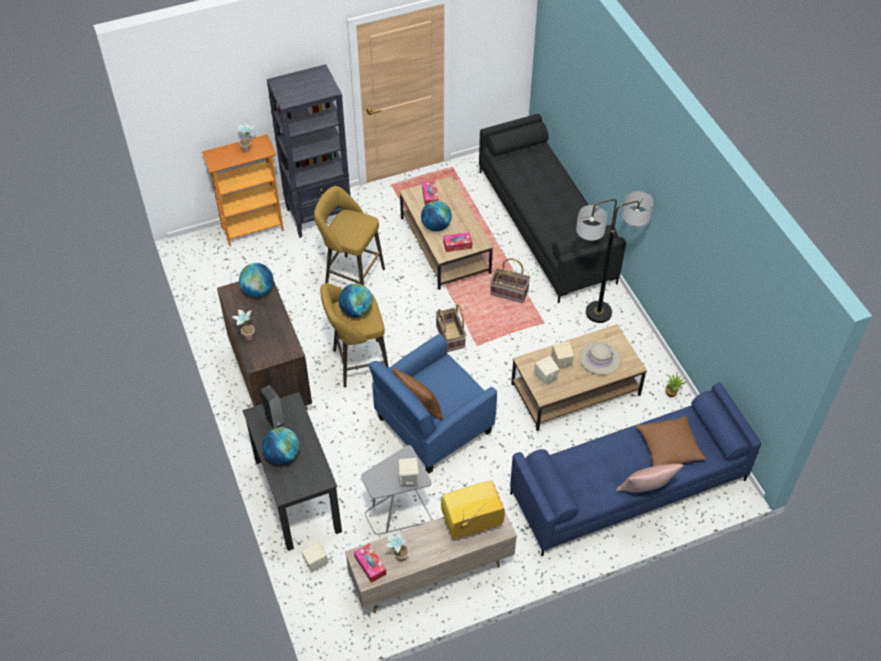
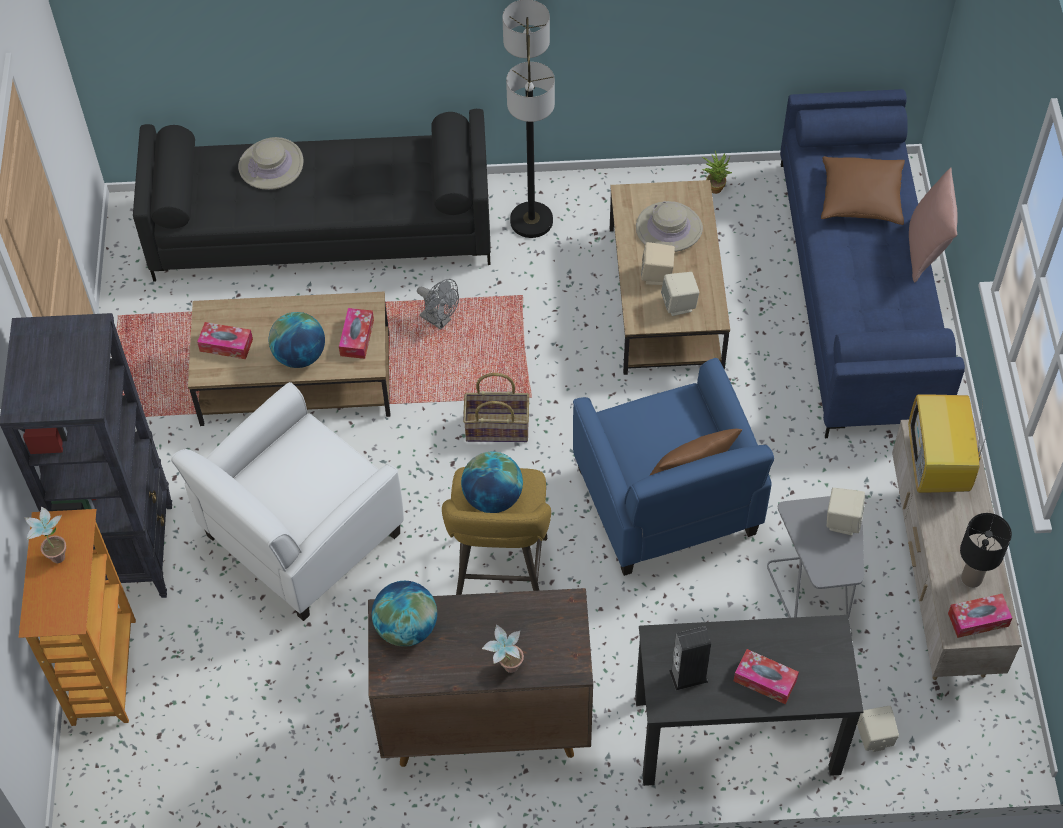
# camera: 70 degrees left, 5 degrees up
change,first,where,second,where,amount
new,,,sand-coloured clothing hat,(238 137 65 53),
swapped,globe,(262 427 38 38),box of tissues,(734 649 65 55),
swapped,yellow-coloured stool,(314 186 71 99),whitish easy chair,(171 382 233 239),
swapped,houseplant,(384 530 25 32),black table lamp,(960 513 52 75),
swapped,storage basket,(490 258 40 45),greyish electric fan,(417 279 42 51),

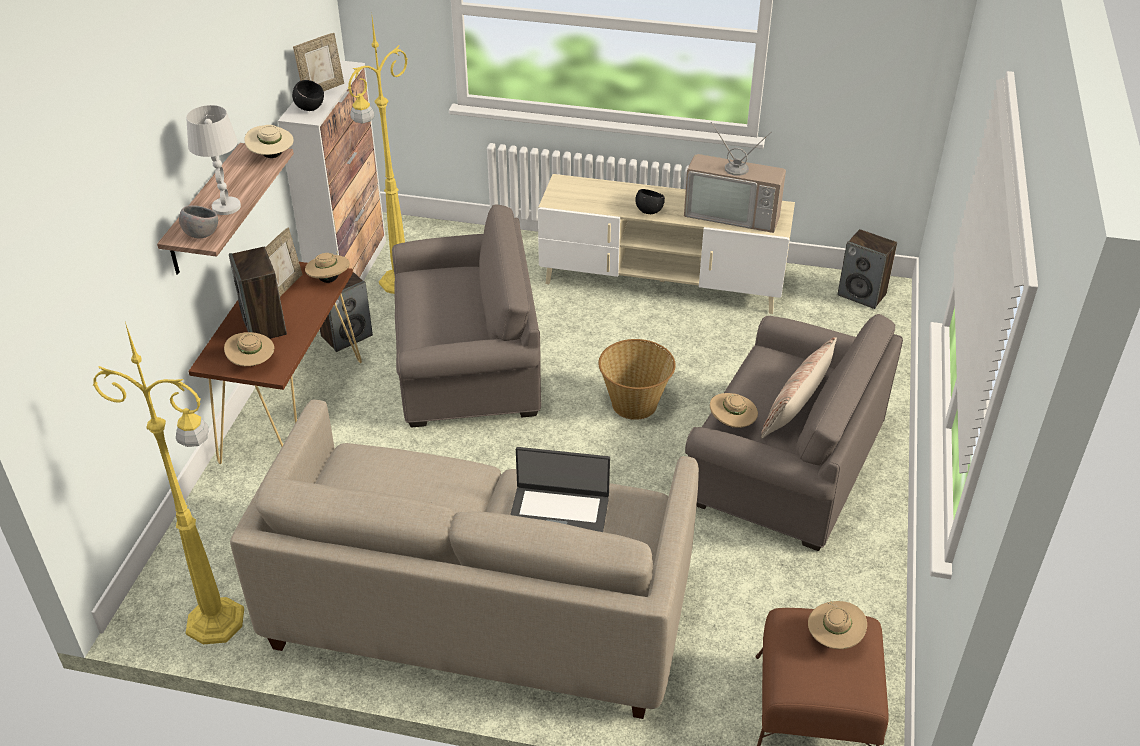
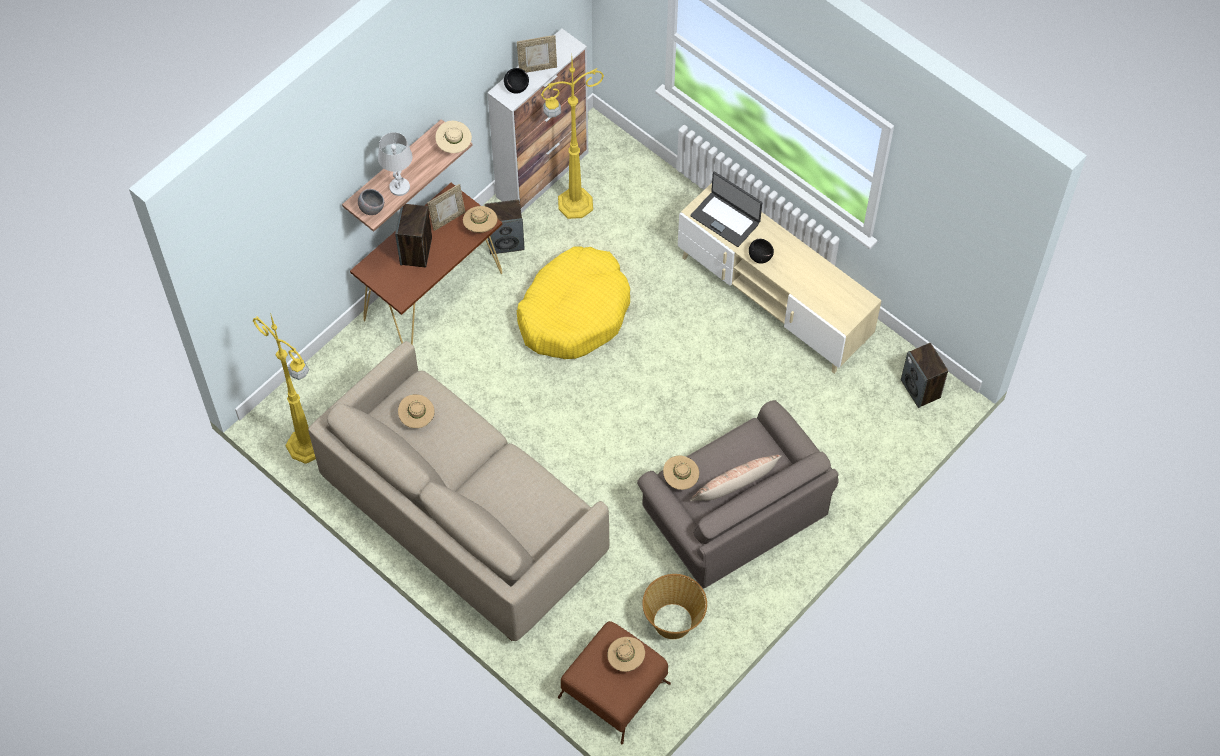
# camera: 30 degrees right, 20 degrees up
change,first,where,second,where,amount
gone,TV,(684 122 102 111),,,
shifted,sand-coloured clothing hat,(224 332 50 34),,(398 394 36 34),
shifted,notebook computer,(510 447 100 85),,(690 172 72 75),
shifted,storage basket,(598 339 78 81),,(642 574 65 65),
swapped,greyish easy chair,(392 204 149 223),yellow-coloured pet bed,(517 246 113 113),

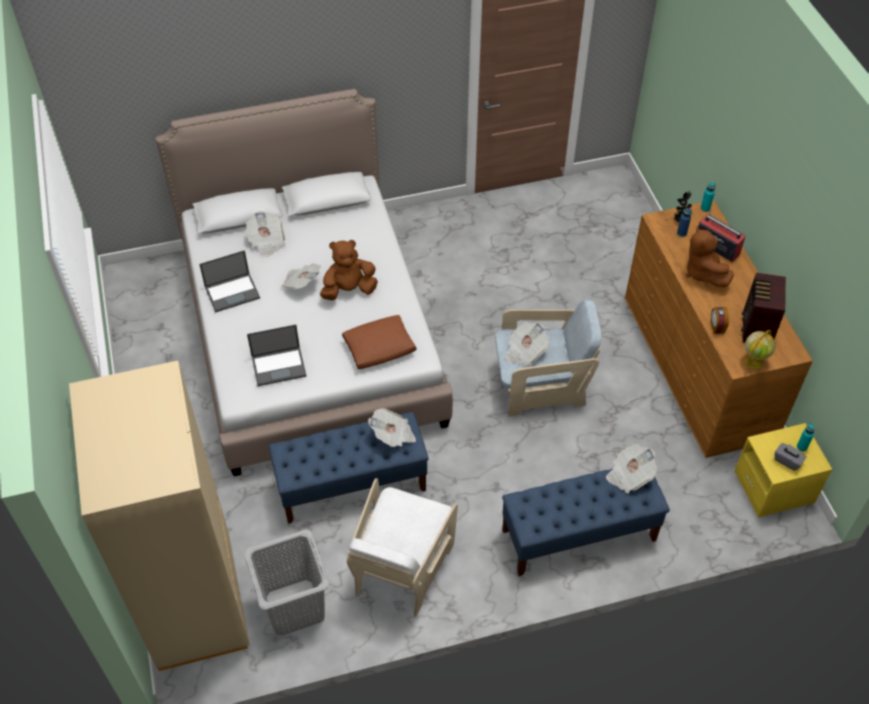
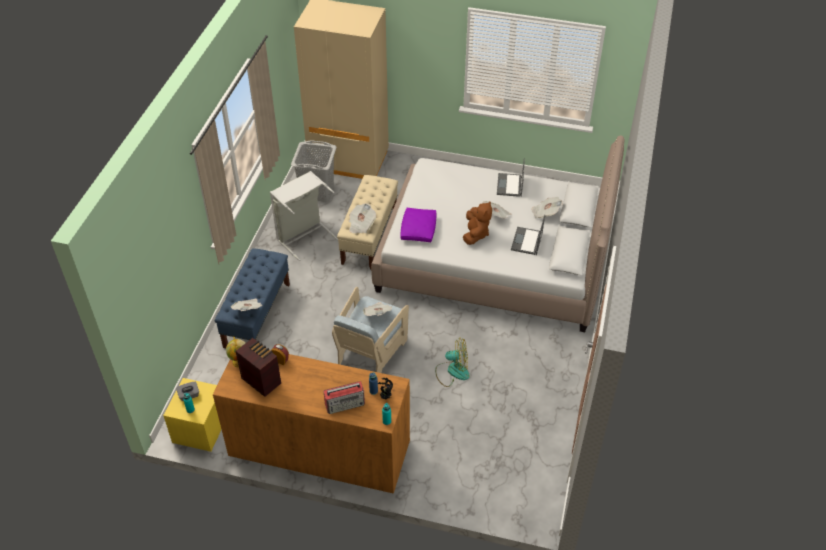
# camera: 120 degrees right, 5 degrees down
change,first,where,second,where,amount
gone,brown-coloured soft toy,(686 226 48 61),,,
new,,,electric fan,(435 338 35 49),
shifted,notebook computer,(247 324 60 62),,(511 215 34 40),
swapped,whitish easy chair,(347 478 111 139),greyish laundry basket,(270 171 68 90),
repainted,bluish long seat,(269 412 160 112),sand-coloured long seat,(337 175 61 95),
repainted,brown-coloured pillow,(342 315 74 54),purple pillow,(401 208 35 34),

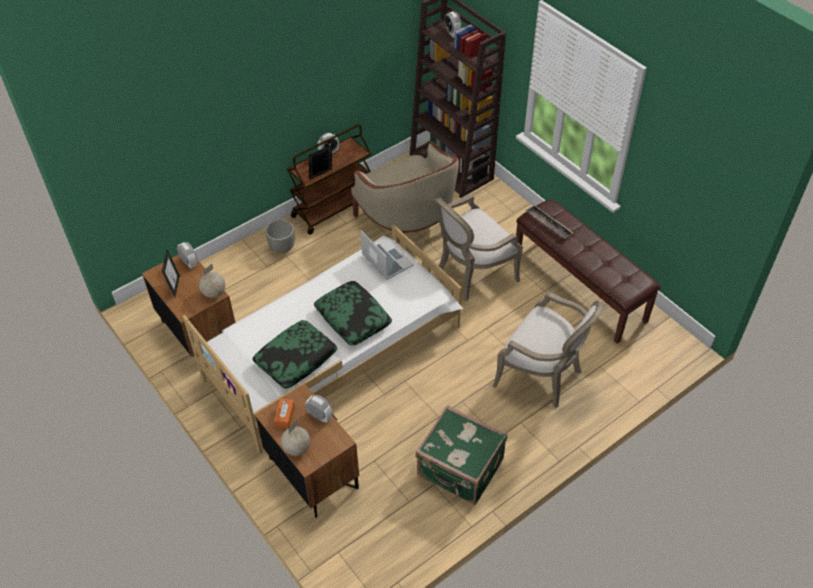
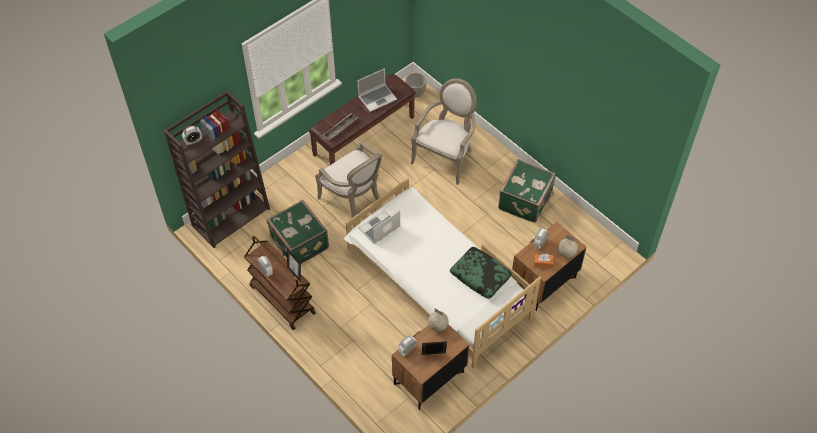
# camera: 95 degrees left, 5 degrees up
change,first,where,second,where,amount
gone,pillow,(314 281 78 65),,,
new,,,notebook computer,(357 68 40 44),
shifted,greyish planter,(265 220 30 33),,(405 73 22 25),
swapped,sand-coloured easy chair,(351 141 108 102),green travel case,(267 200 62 64),

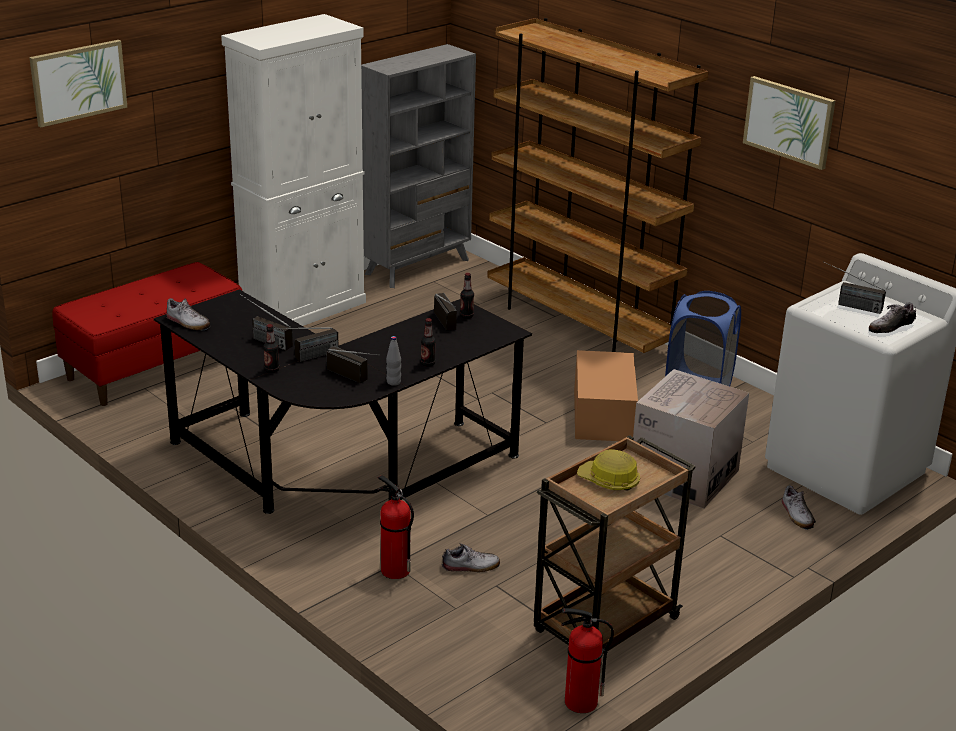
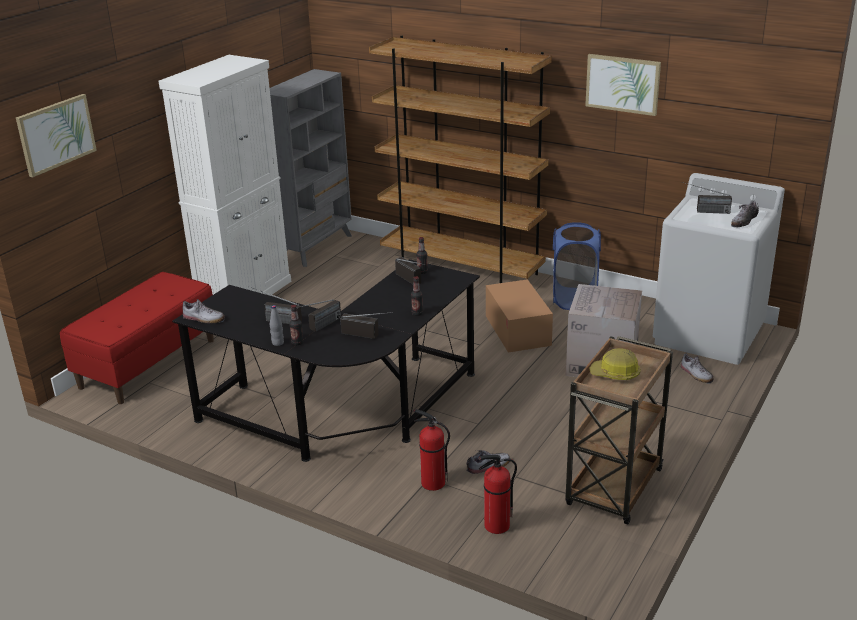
# camera: 15 degrees left, 0 degrees up
change,first,where,second,where,amount
shifted,greyish bottle,(386 336 15 50),,(270 305 14 41),
shifted,fire-fighting cylinder,(561 608 53 105),,(478 455 39 79),

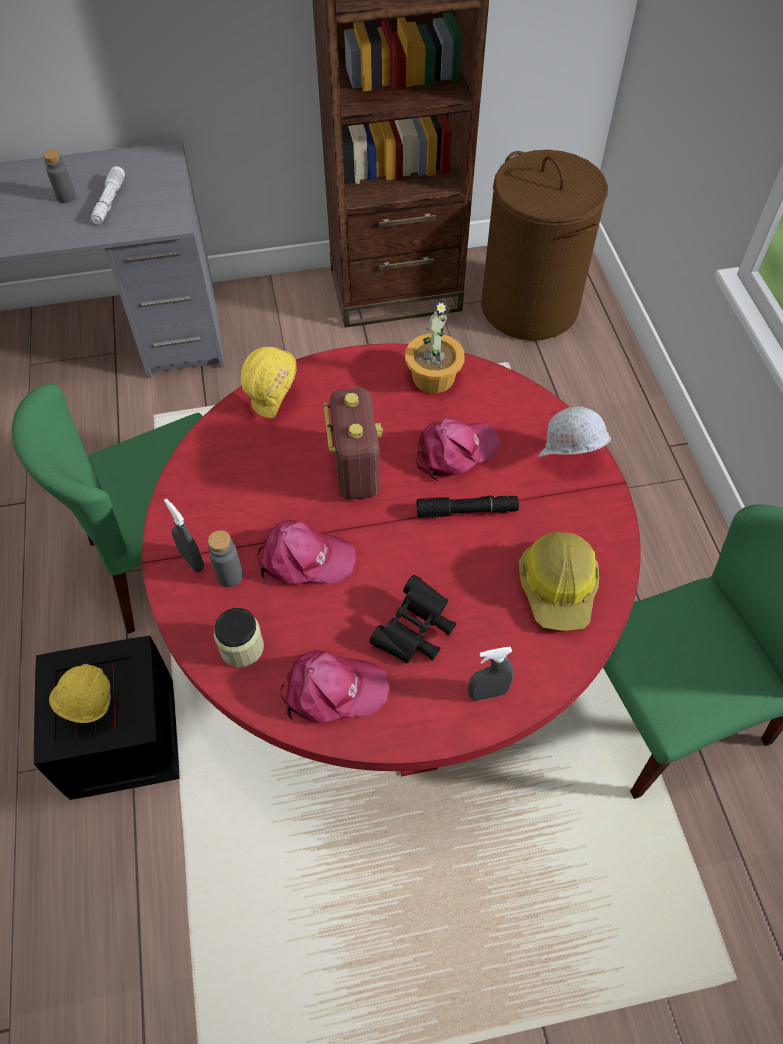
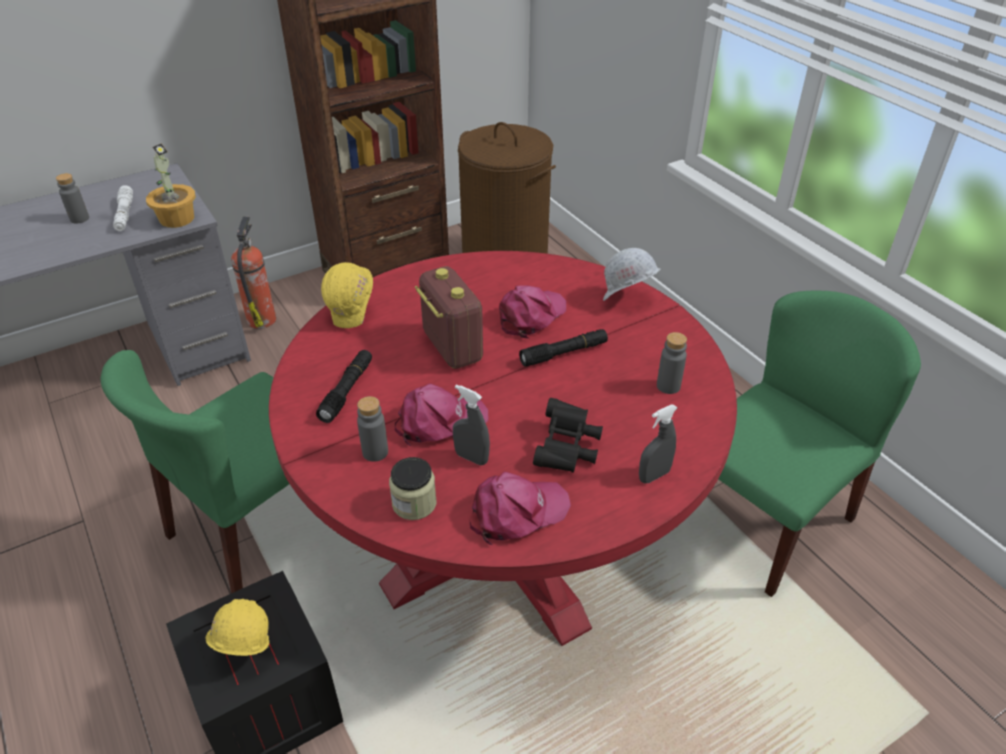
# camera: 20 degrees left, 15 degrees down
change,first,where,second,where,amount
new,,,fire-fighting cylinder,(231 217 45 112),
new,,,black torch,(316 350 56 73),
shifted,greyish hand sprayer,(164 499 40 73),,(453 385 37 80),
shifted,houseplant,(405 299 59 94),,(146 144 50 84),
swapped,work helmet,(519 532 80 99),greyish bottle,(657 332 30 62),

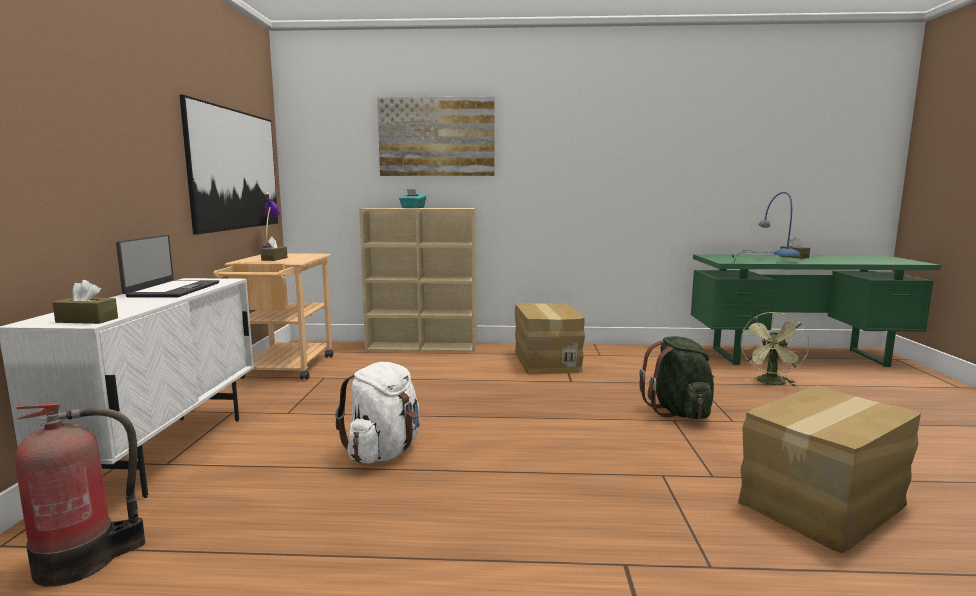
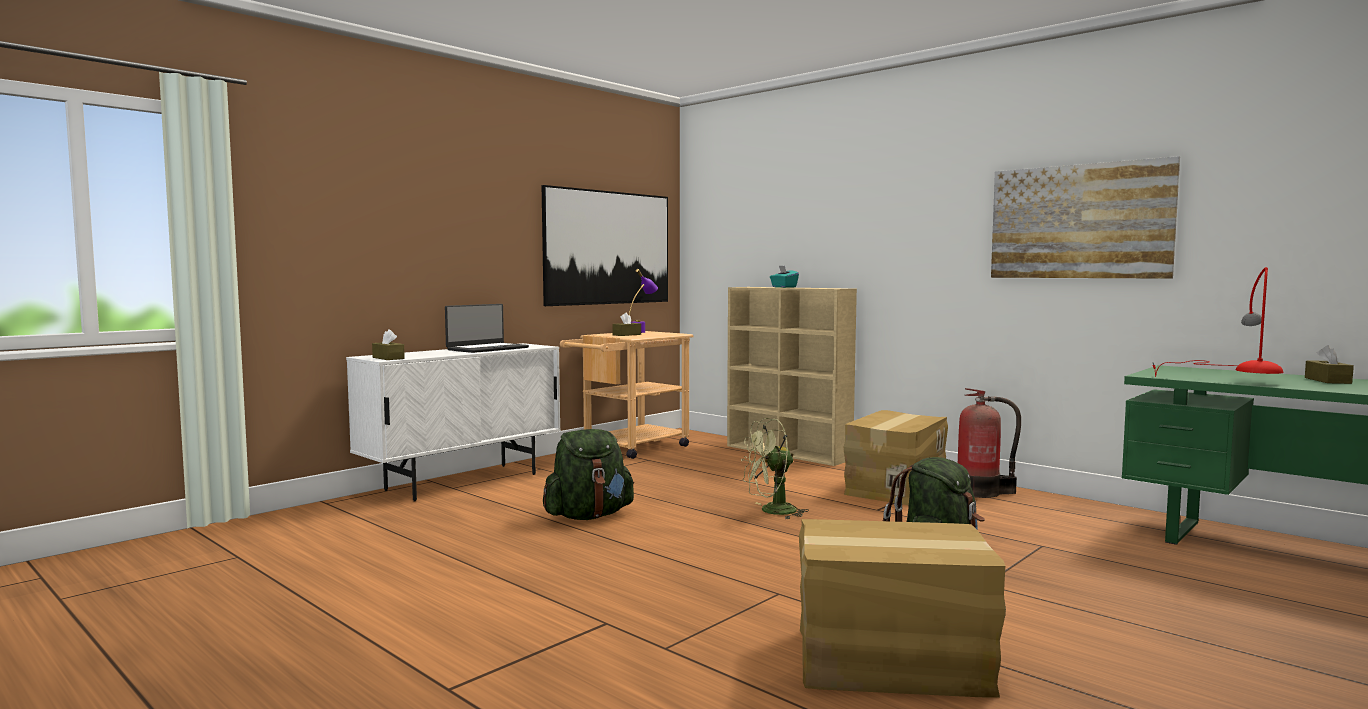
# camera: 40 degrees right, 5 degrees down
change,first,where,second,where,amount
shifted,fire-fighting cylinder,(15 403 130 184),,(958 388 63 110),
shifted,wall art,(377 97 118 79),,(991 156 189 123),
shifted,green electric fan,(740 312 69 75),,(741 418 68 101),
repainted,whitish rucksack,(335 362 85 102),green rucksack,(543 429 91 91),
repainted,bluish table lamp,(732 192 68 71),red-coloured table lamp,(1152 267 132 110),

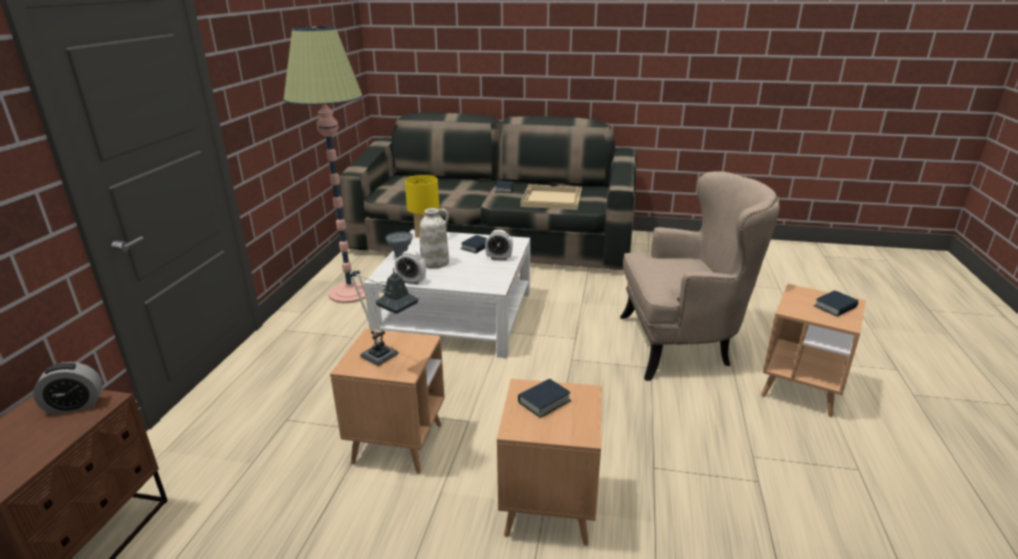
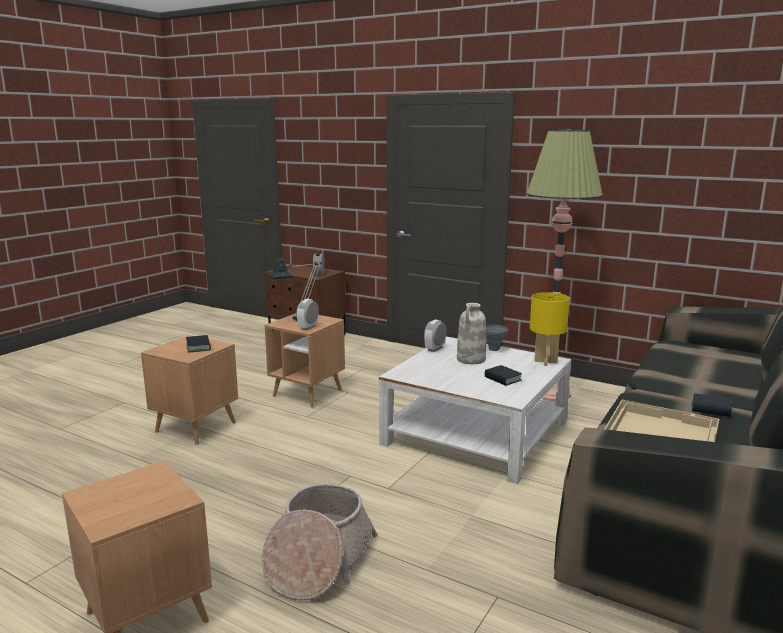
# camera: 110 degrees right, 10 degrees down
change,first,where,second,where,amount
gone,volume,(814 291 44 26),,,
shifted,alarm clock,(485 230 28 30),,(296 299 23 31),
swapped,sand-coloured easy chair,(620 171 160 210),storage basket,(262 484 116 117),

